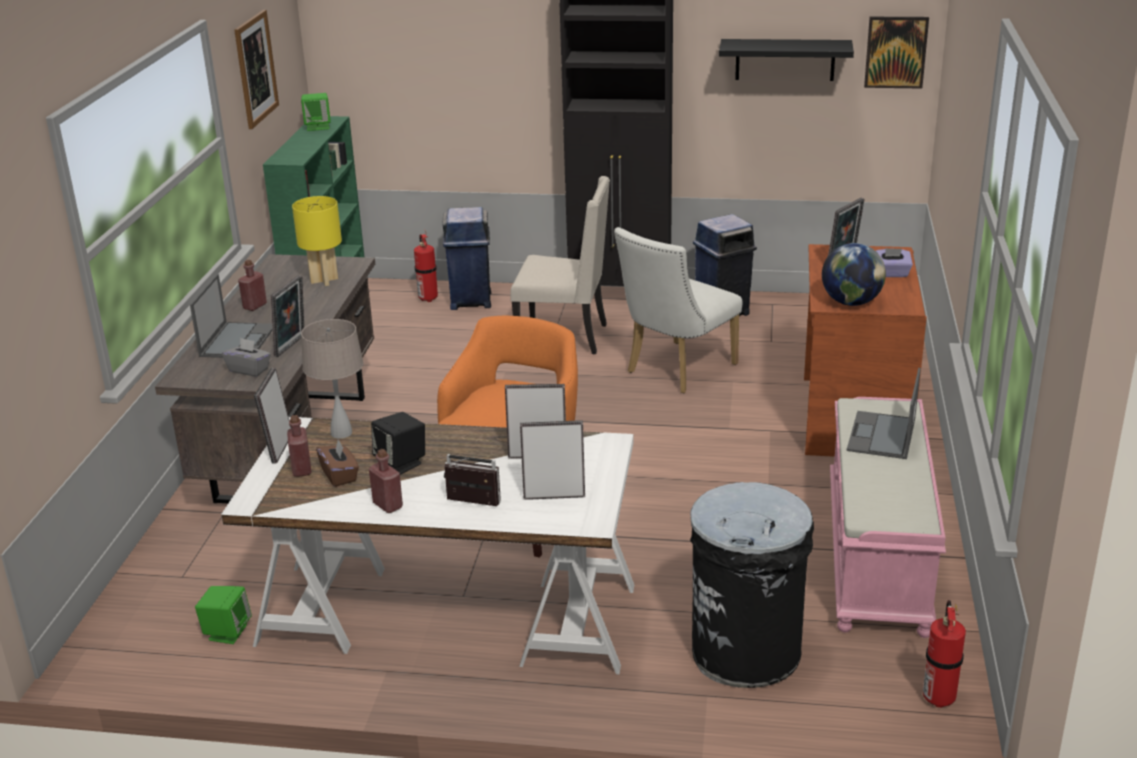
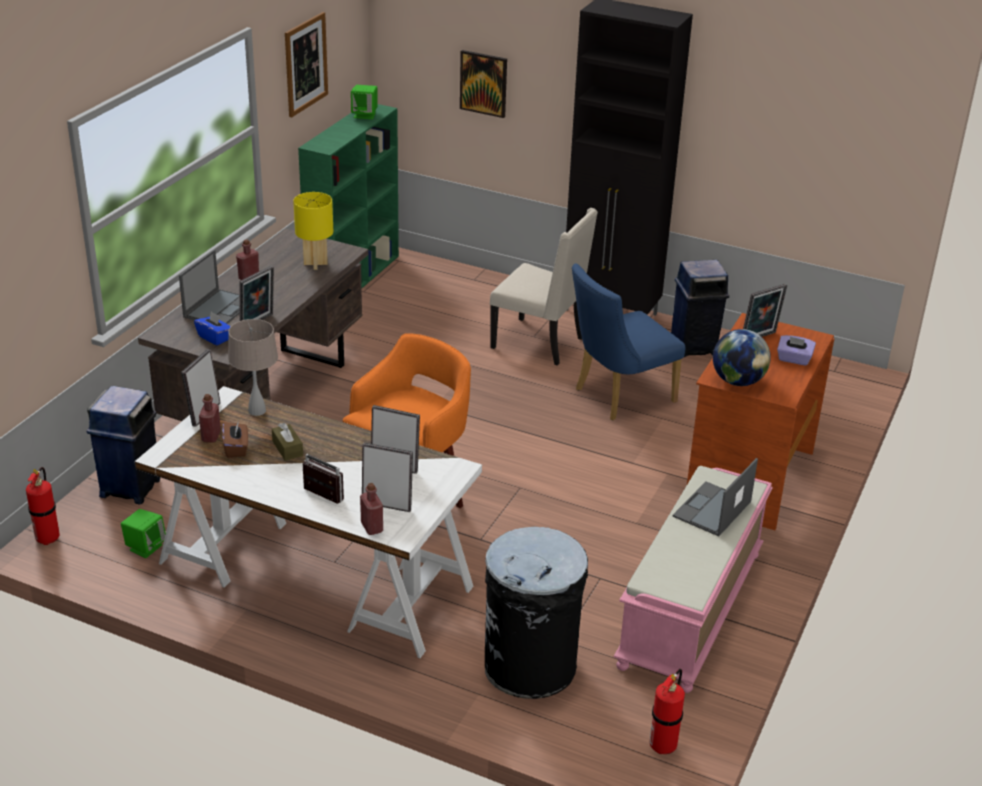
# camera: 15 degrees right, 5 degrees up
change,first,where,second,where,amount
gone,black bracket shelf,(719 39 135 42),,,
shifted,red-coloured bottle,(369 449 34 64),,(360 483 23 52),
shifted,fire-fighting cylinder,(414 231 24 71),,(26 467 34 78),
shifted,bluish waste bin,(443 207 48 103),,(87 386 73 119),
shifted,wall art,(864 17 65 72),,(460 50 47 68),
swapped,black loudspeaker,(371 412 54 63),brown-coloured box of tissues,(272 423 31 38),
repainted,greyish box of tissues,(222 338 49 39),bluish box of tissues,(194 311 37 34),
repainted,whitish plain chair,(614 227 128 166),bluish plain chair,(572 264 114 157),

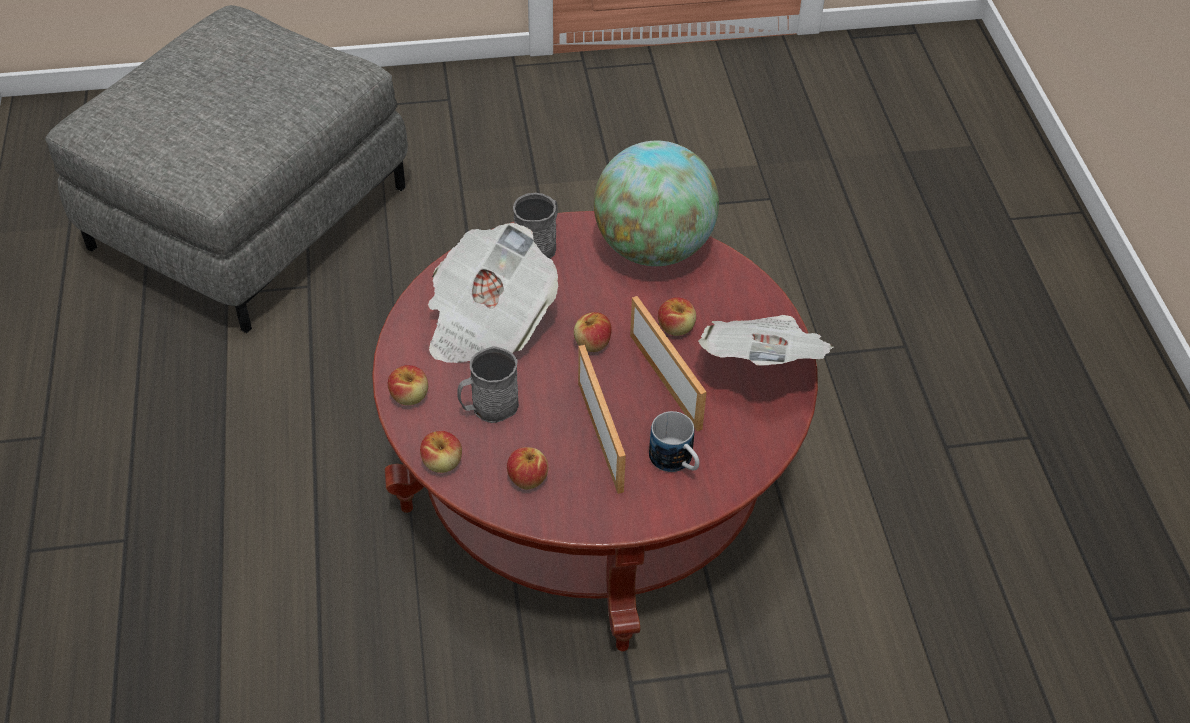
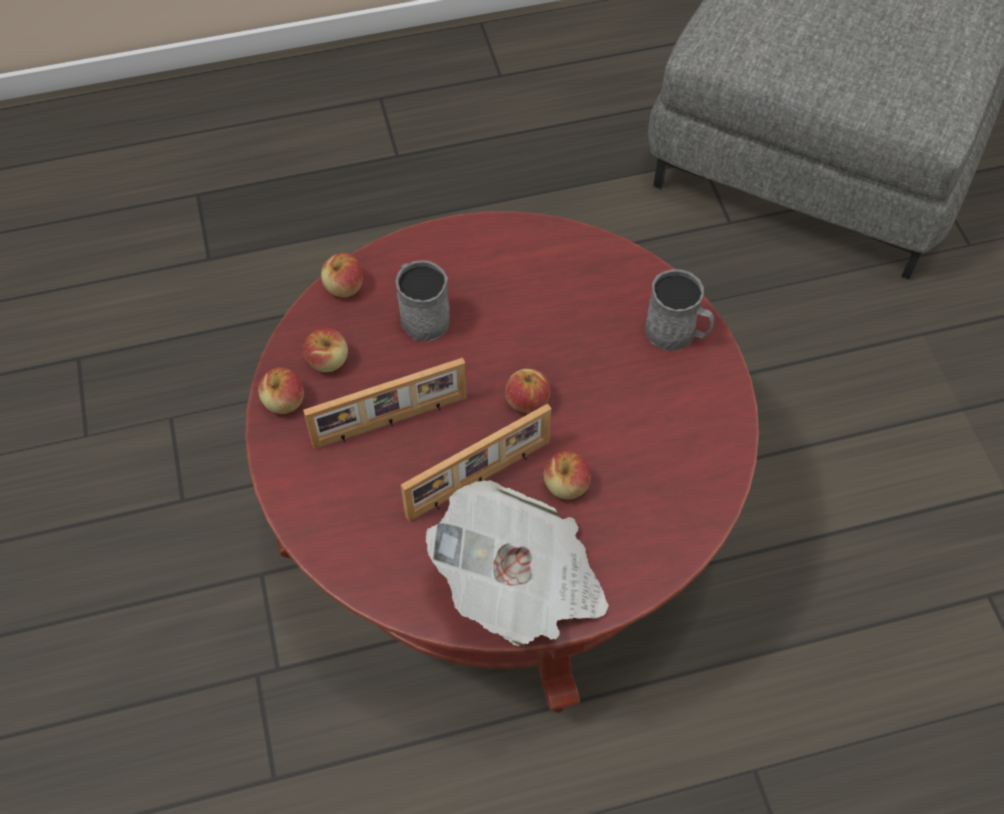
# camera: 85 degrees right, 10 degrees up
change,first,where,second,where,amount
gone,newspaper,(428 223 130 140),,,
gone,globe,(594 141 125 125),,,
gone,coffee mug,(649 411 50 61),,,
shifted,whole apple,(388 365 40 40),,(258 367 46 47),

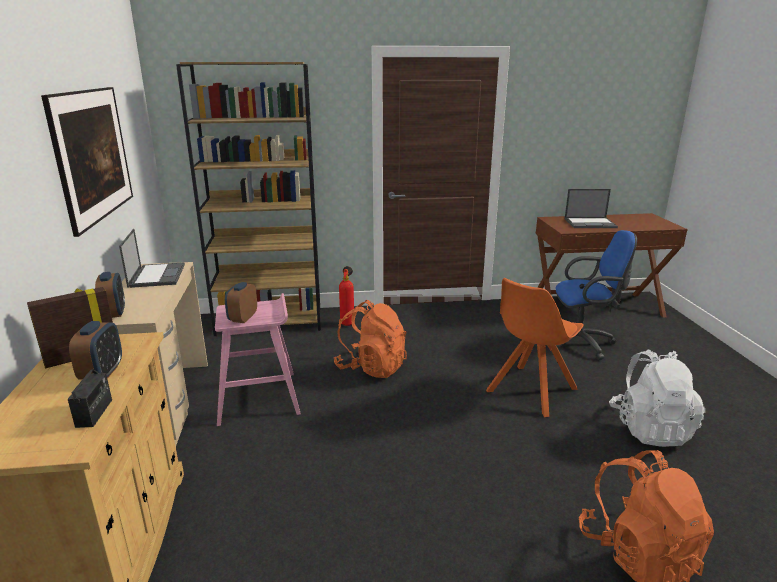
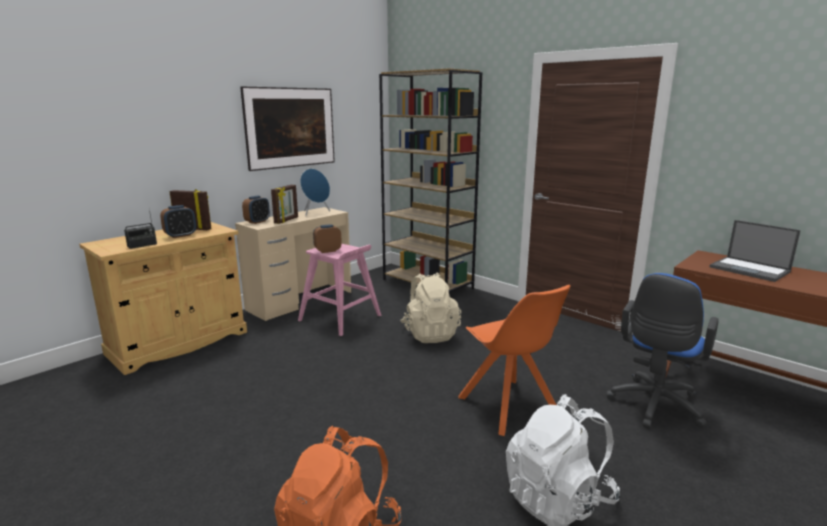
# camera: 50 degrees right, 5 degrees down
change,first,where,second,where,amount
gone,fire-fighting cylinder,(339 266 15 60),,,
new,,,photo frame,(271 185 27 39),
swapped,notebook computer,(119 229 66 59),bluish loudspeaker,(300 169 30 47),
repainted,orange rucksack,(334 300 73 78),sand-coloured rucksack,(400 272 61 71),
rotated,orange plain chair,(486 278 98 139),,(459 285 111 151),120 degrees counterclockwise
rotated,bluish computer chair,(551 230 86 130),,(606 273 113 155),75 degrees clockwise

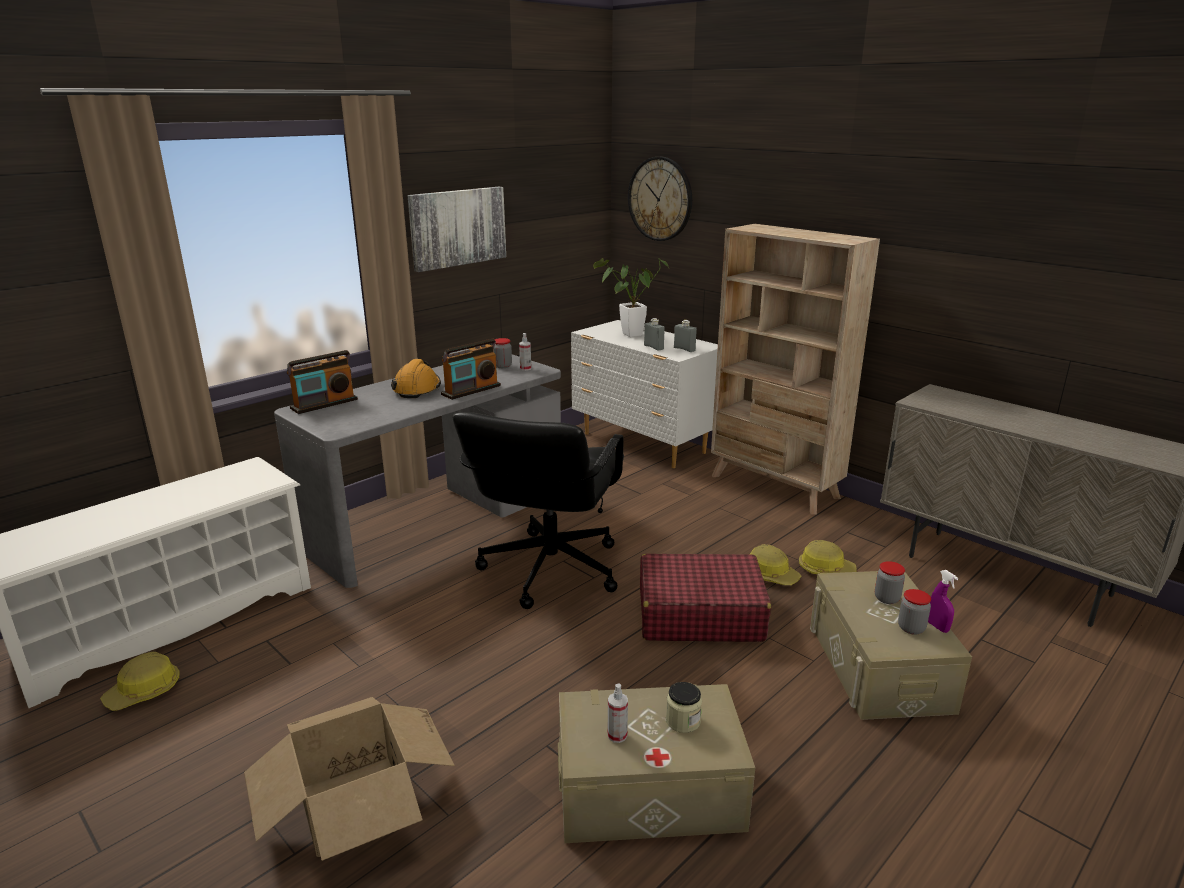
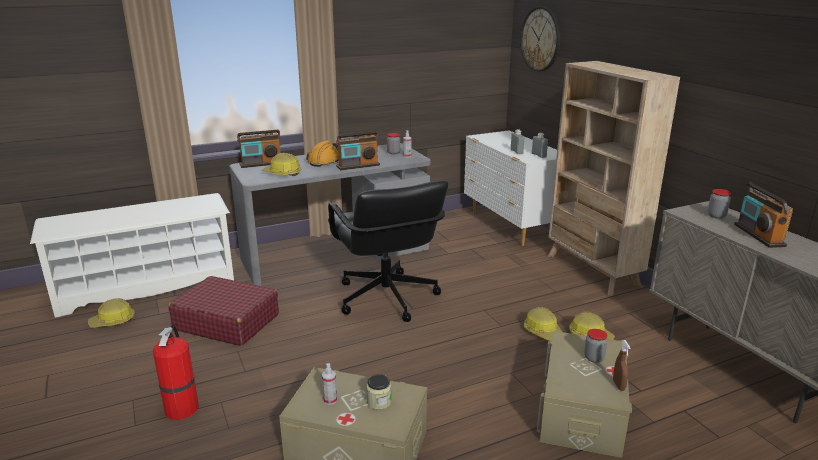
# camera: 20 degrees right, 0 degrees up
change,first,where,second,where,amount
gone,wall art,(408 187 98 85),,,
gone,houseplant,(593 257 76 80),,,
new,,,work helmet,(262 153 39 23),
new,,,radio,(734 182 59 66),
shifted,red-coloured travel case,(640 554 131 88),,(168 276 111 70),
shifted,preserve jar,(898 589 33 46),,(708 189 23 30),
swapped,carton,(244 697 211 164),fire-fighting cylinder,(153 324 46 96),
repainted,purple hand sprayer,(928 570 30 63),brown-coloured hand sprayer,(613 340 17 51),
rotated,black computer chair,(452 412 172 197),,(328 181 121 141),60 degrees counterclockwise

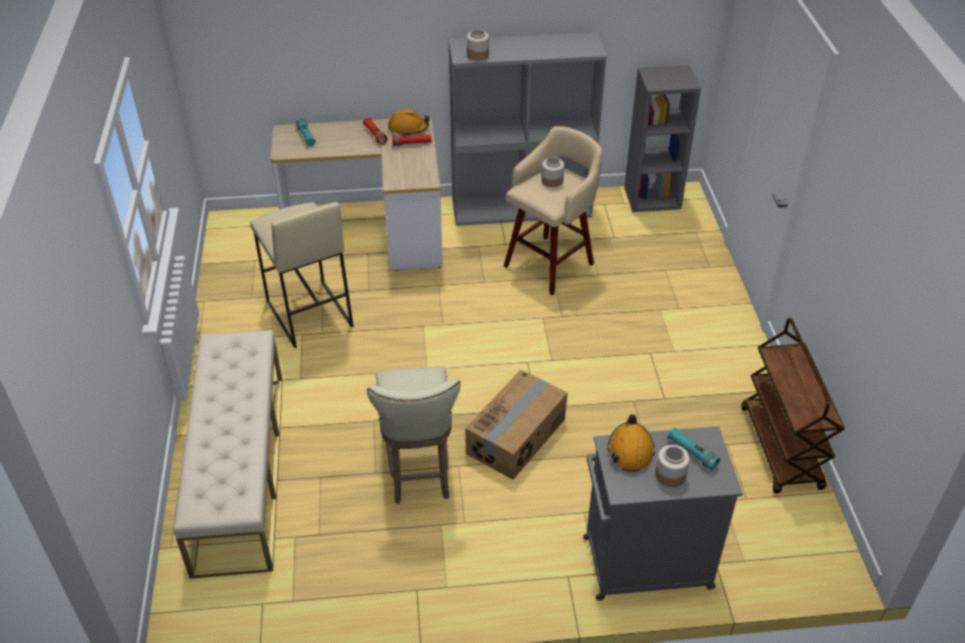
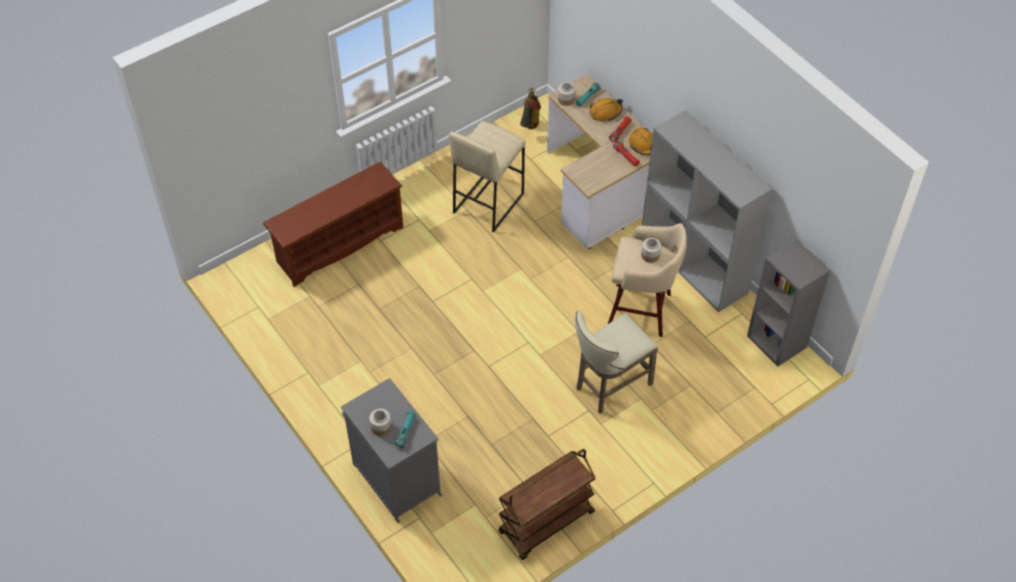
# camera: 60 degrees right, 10 degrees up
change,first,where,second,where,amount
gone,carton,(465 370 103 110),,,
new,,,fire-fighting cylinder,(520 87 21 42),
shifted,sand-coloured stool,(367 366 93 138),,(575 311 83 103),
shifted,preserve jar,(467 29 22 31),,(558 82 17 24),
shifted,orange work helmet,(608 414 47 58),,(589 98 34 23),
swapped,sand-coloured long seat,(174 330 109 249),brown-coloured shoe shelf,(263 162 140 125),

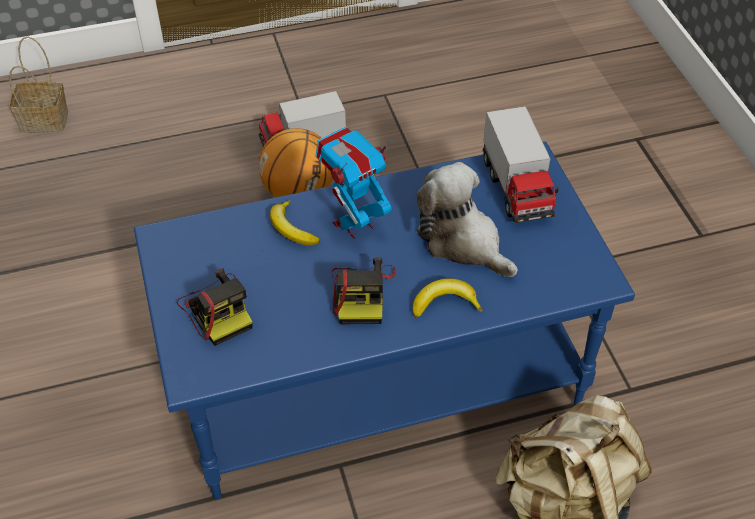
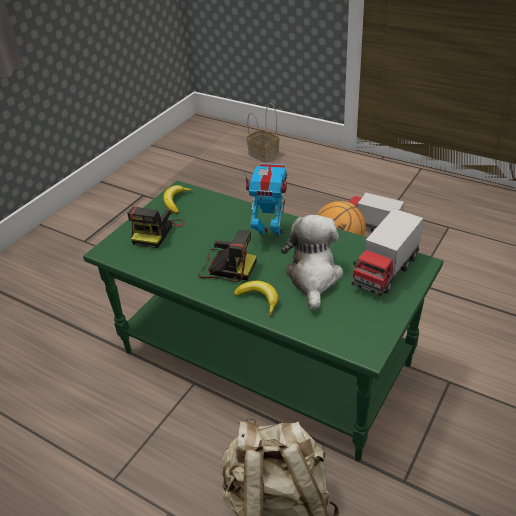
# camera: 50 degrees right, 10 degrees down
change,first,where,second,where,amount
shifted,whole banana,(270 200 50 45),,(163 185 29 29),
repainted,bluish lounge table,(134 141 501 359),green lounge table,(83 180 360 282),
rotated,photo camera,(332 257 64 67),,(198 230 59 52),120 degrees counterclockwise

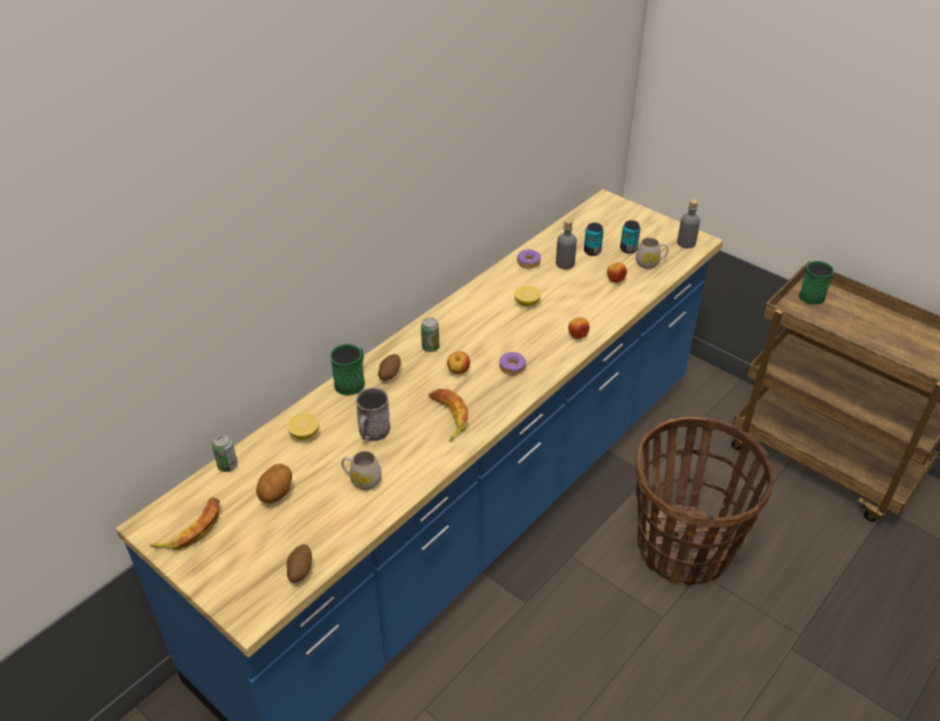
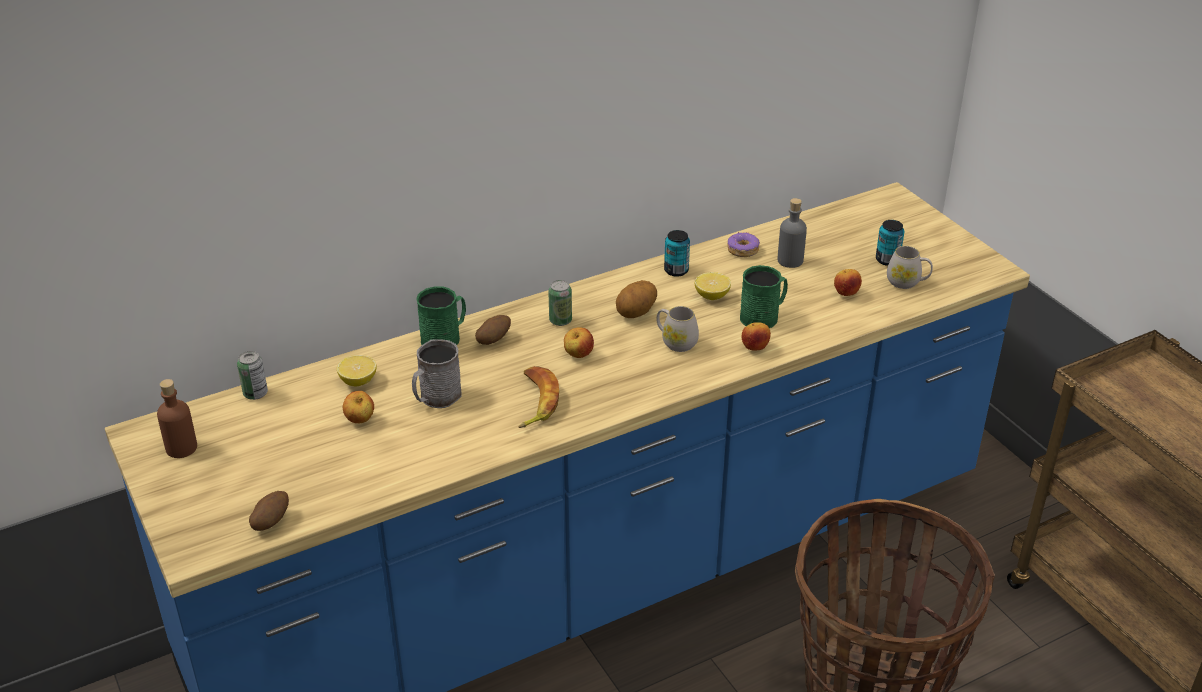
# camera: 20 degrees right, 5 degrees down
change,first,where,second,where,amount
gone,doughnut,(499 352 27 23),,,
gone,greyish bottle,(677 199 23 50),,,
new,,,whole apple,(343 391 31 32),
shifted,potato,(256 464 36 39),,(616 280 41 38),
shifted,whitish coffee mug,(341 451 41 39),,(656 306 43 46),
shifted,metal can,(584 223 20 33),,(664 230 26 47),
shifted,green coffee mug,(799 261 35 44),,(740 265 48 63),
swapped,whole banana,(150 497 70 53),brown-coloured bottle,(157 379 40 79),

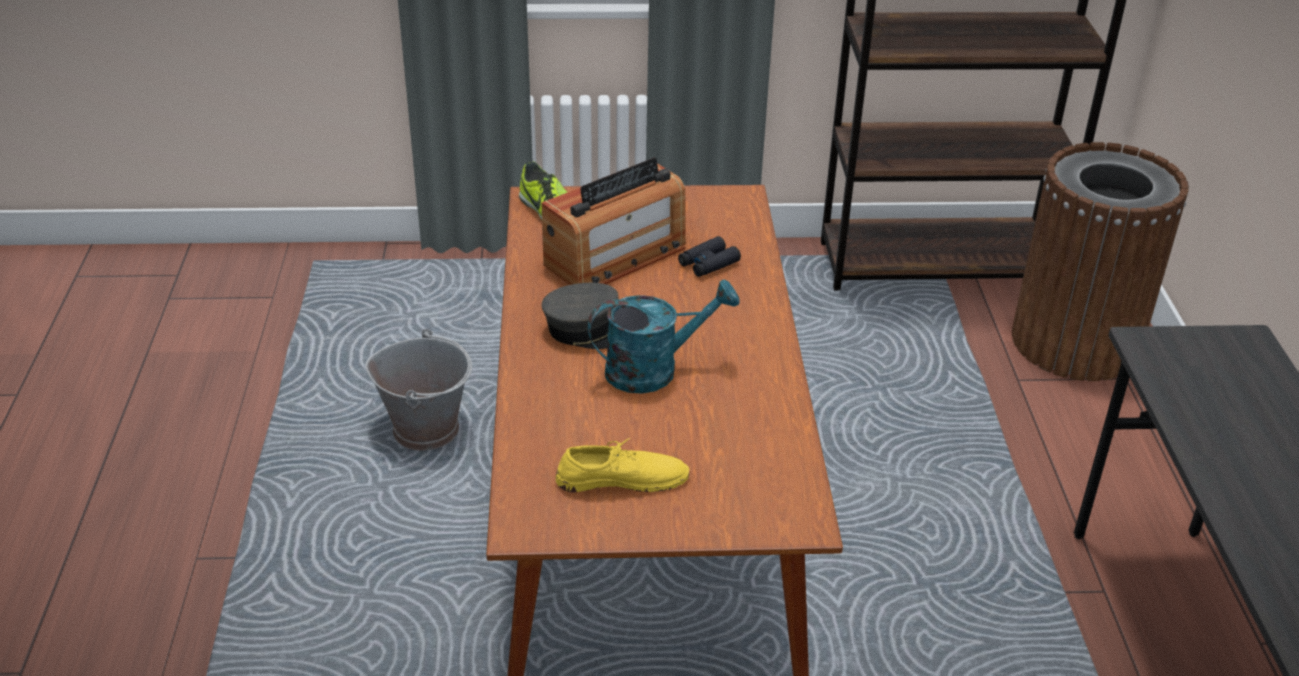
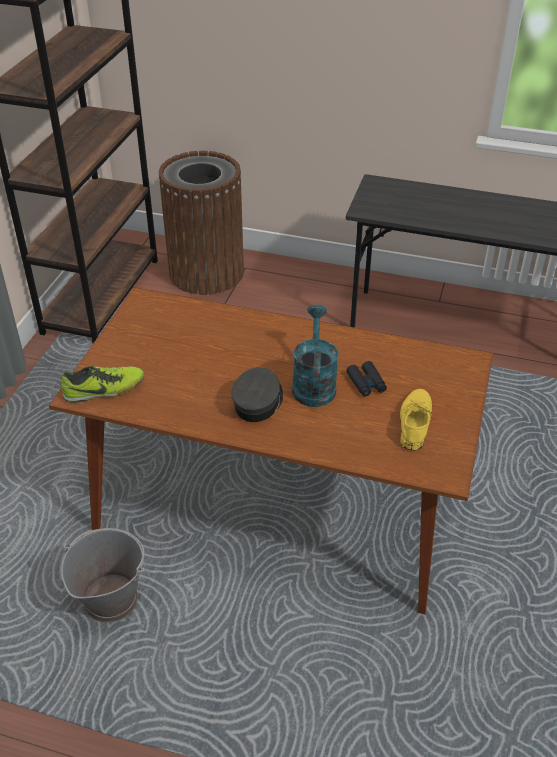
# camera: 70 degrees left, 5 degrees up
change,first,where,second,where,amount
gone,radio,(542 158 144 127),,,
shifted,black pair of binoculars,(678 236 63 41),,(346 361 41 36),

